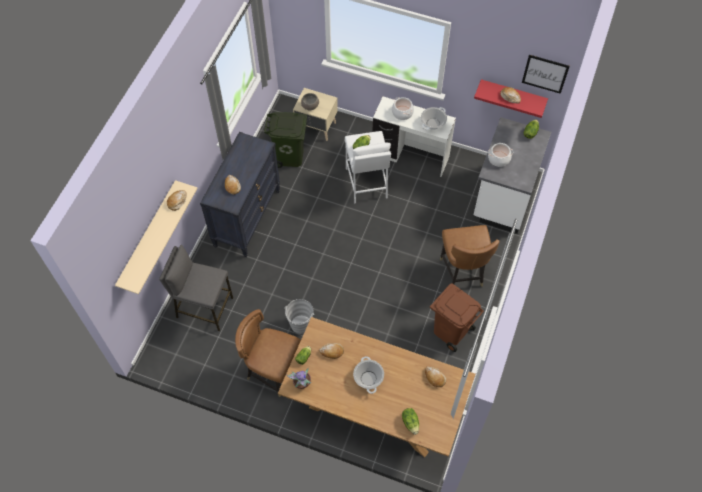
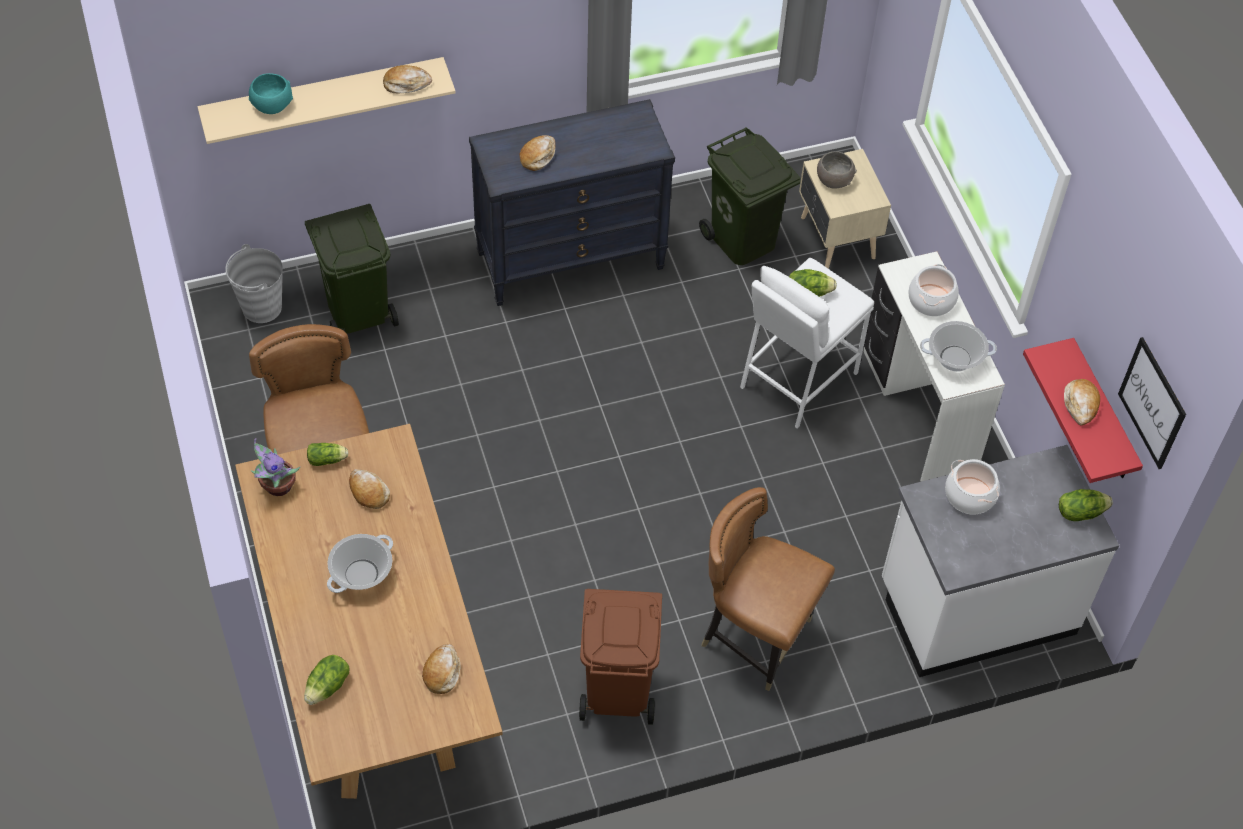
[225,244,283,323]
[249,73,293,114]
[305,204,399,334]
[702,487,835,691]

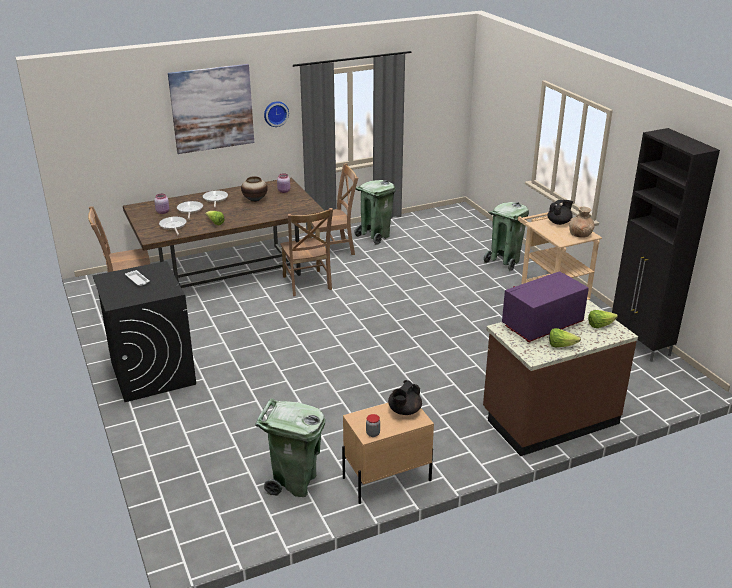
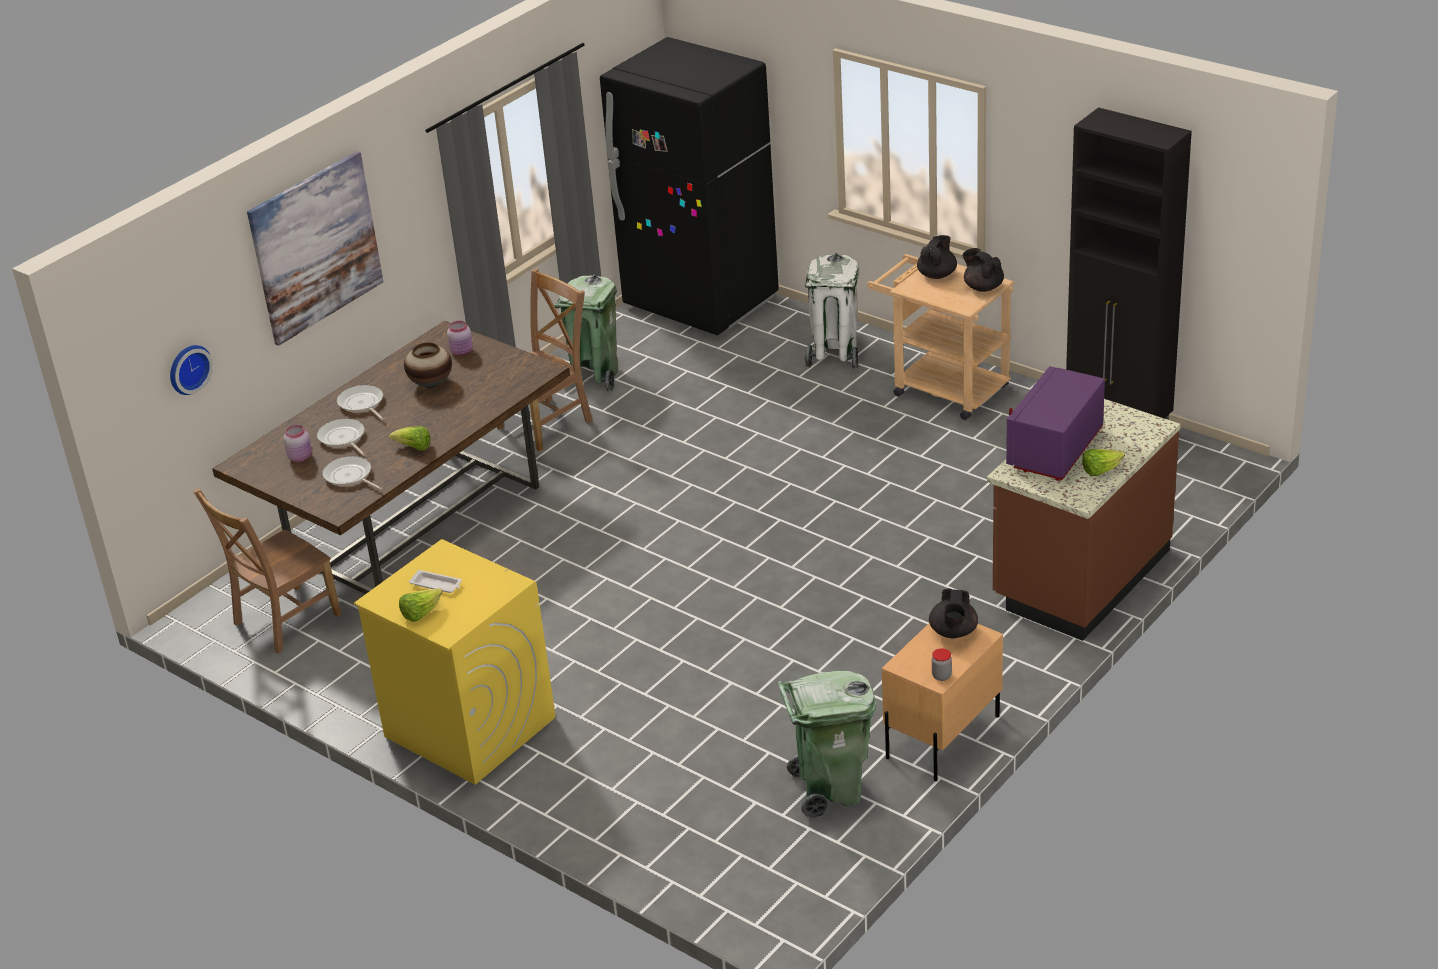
[170,345,213,395]
[354,539,555,785]
[399,588,442,622]
[600,37,779,336]
[805,253,859,370]
[963,248,1004,292]
[280,208,333,296] (first image)

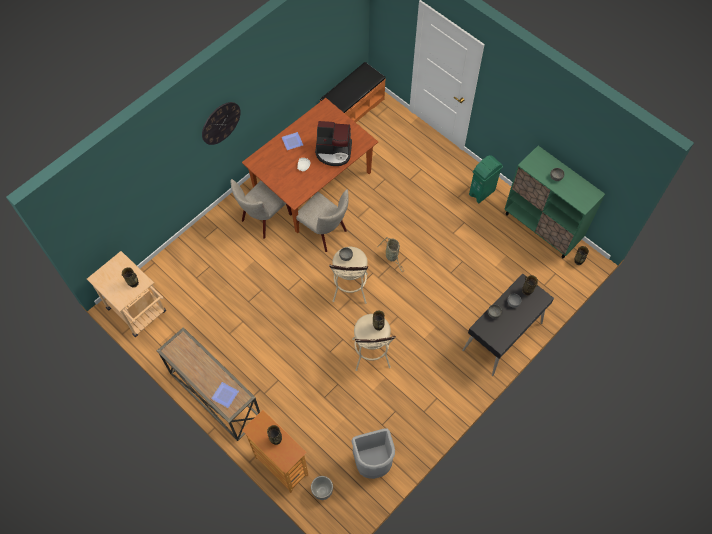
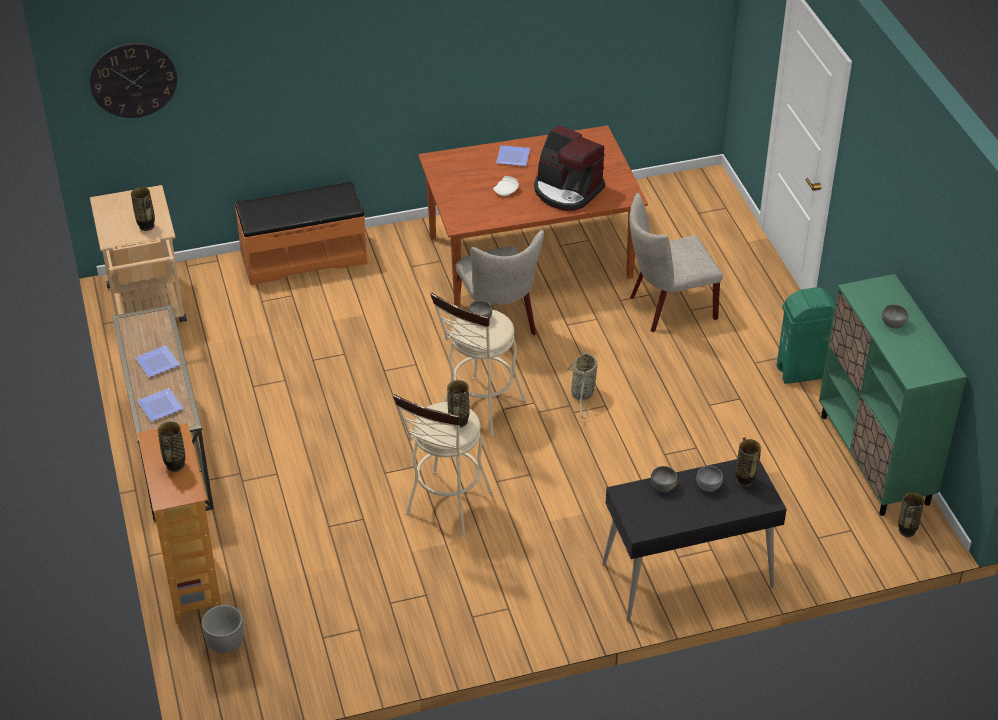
[90,43,177,118]
[135,345,180,377]
[235,182,367,285]
[629,193,723,332]
[351,429,395,479] (first image)

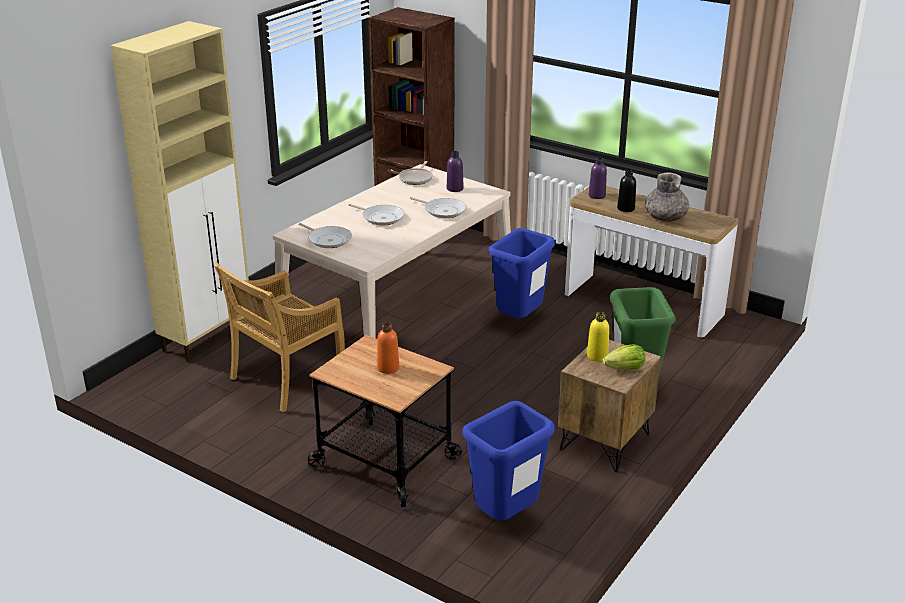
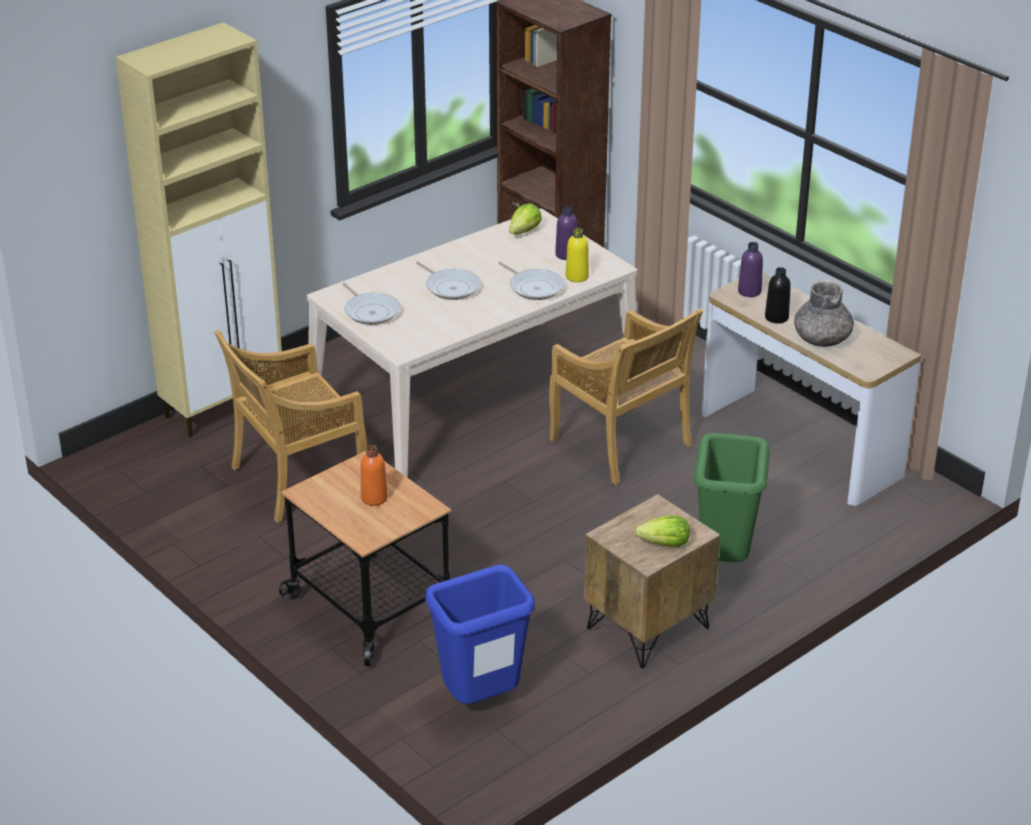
[509,203,542,234]
[549,308,703,485]
[566,228,589,282]

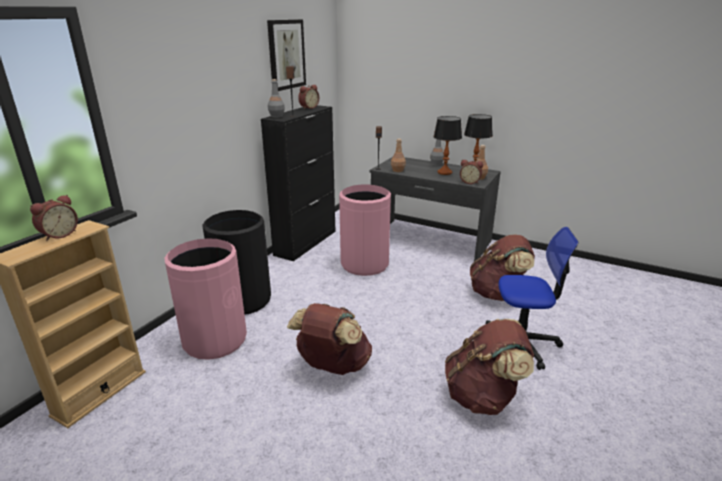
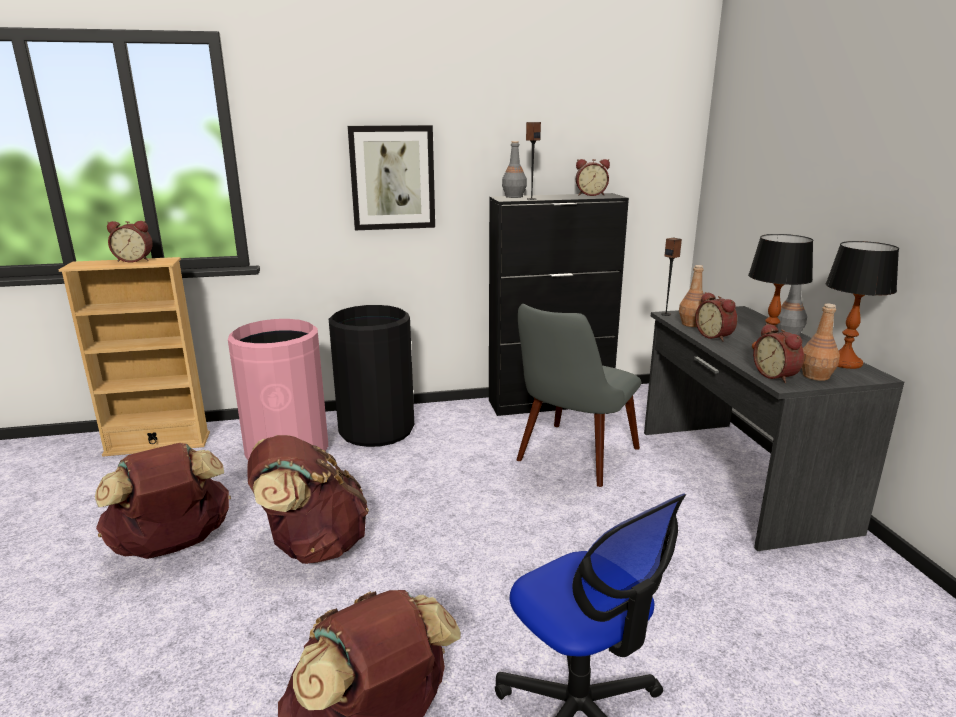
[95,443,231,559]
[348,125,435,230]
[516,304,641,487]
[695,292,737,342]

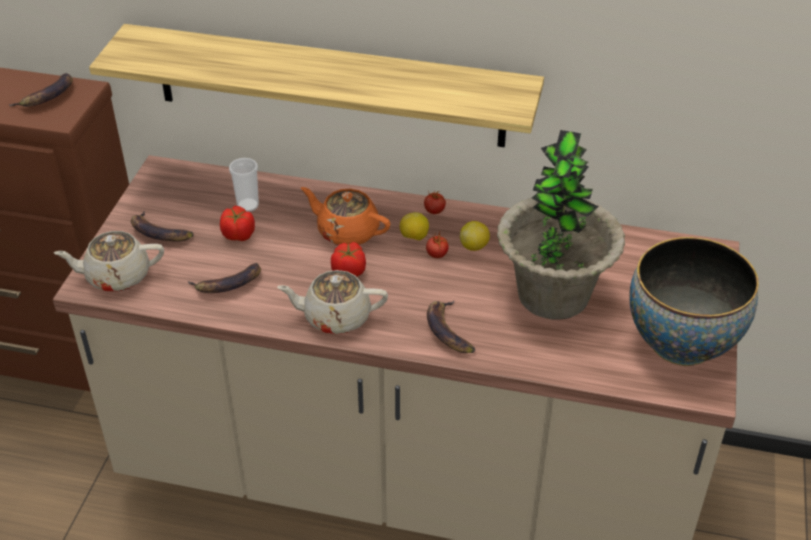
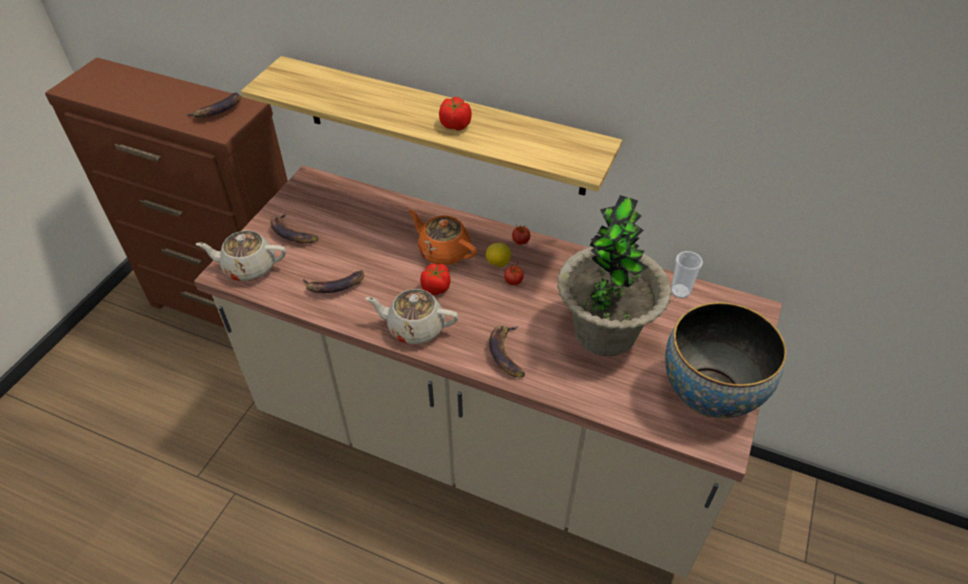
[439,97,472,131]
[671,251,703,299]
[460,221,490,251] (first image)

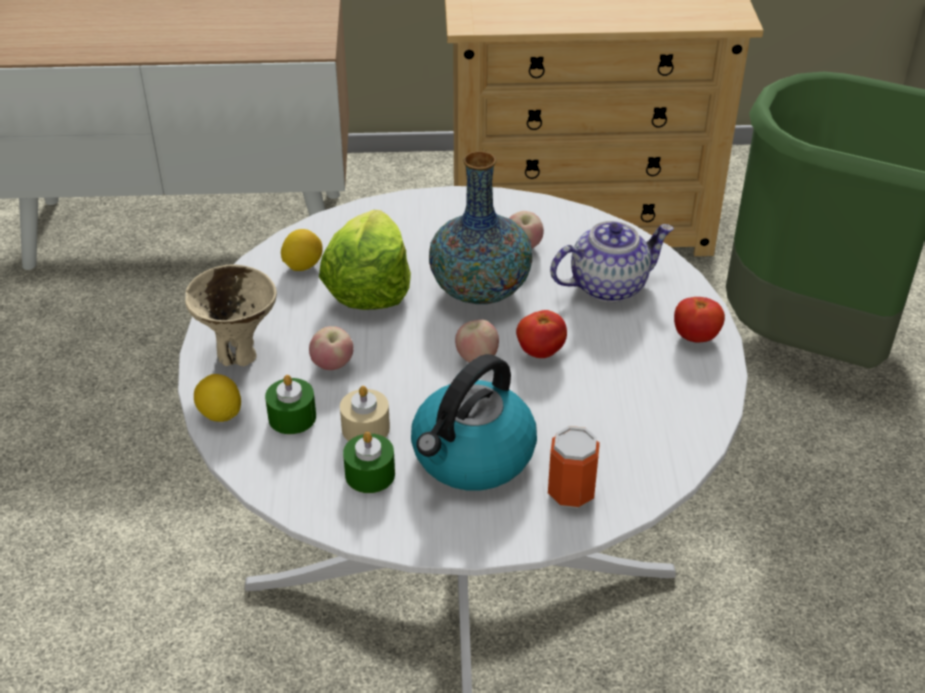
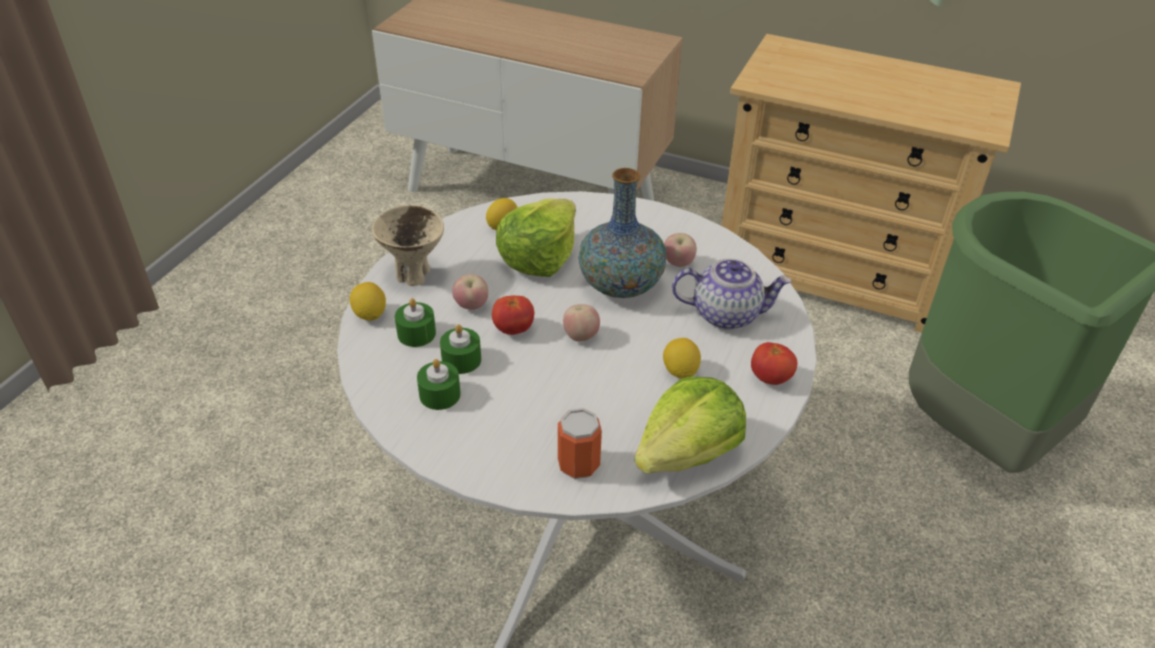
[440,324,481,374]
[492,295,534,335]
[634,376,746,473]
[663,338,701,379]
[411,354,537,491] (first image)

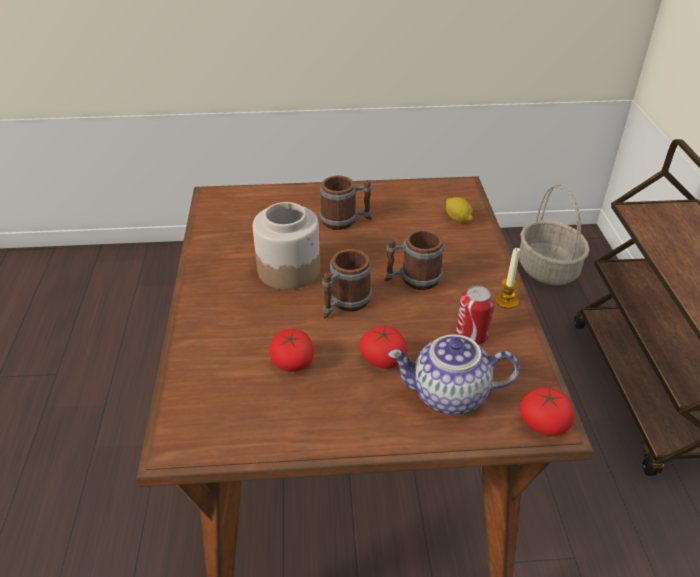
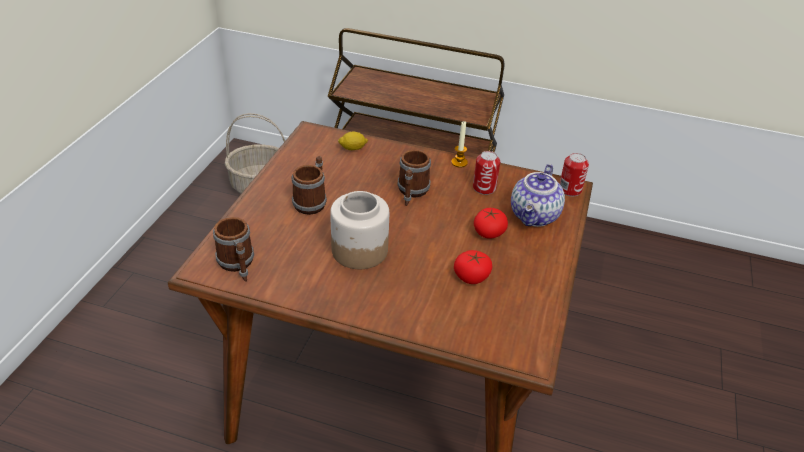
[213,217,254,282]
[559,153,589,196]

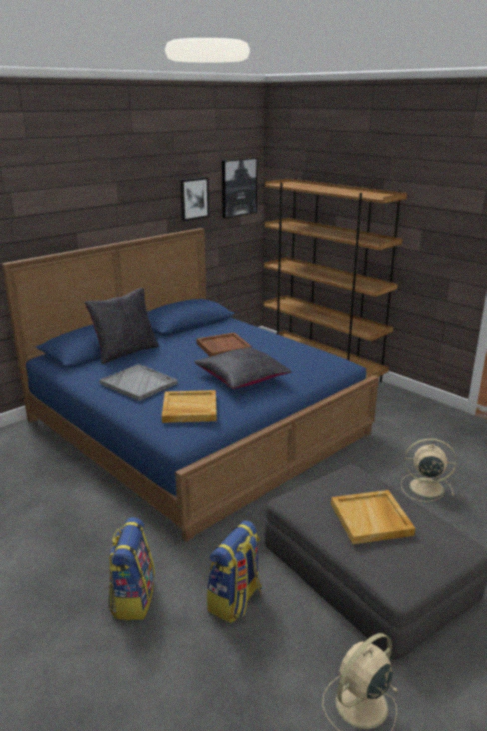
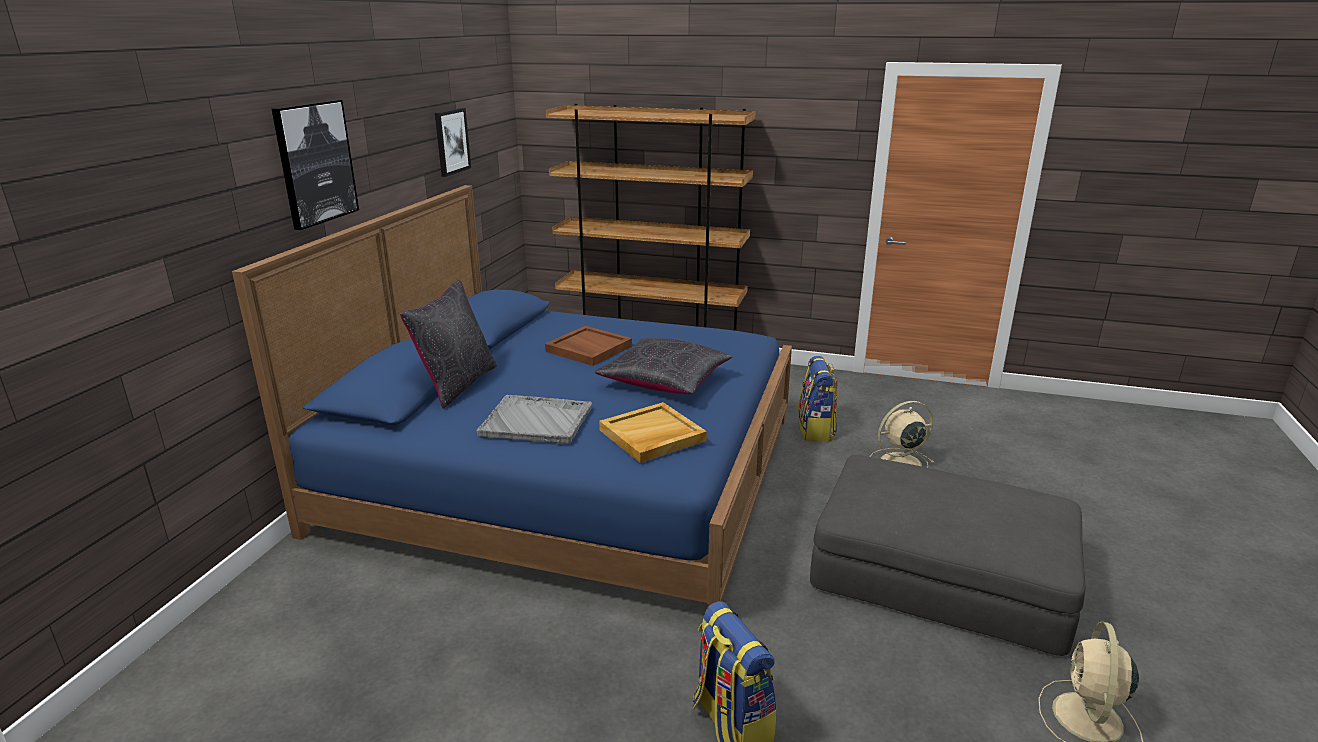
[272,100,359,230]
[798,356,837,441]
[331,490,416,544] (first image)

